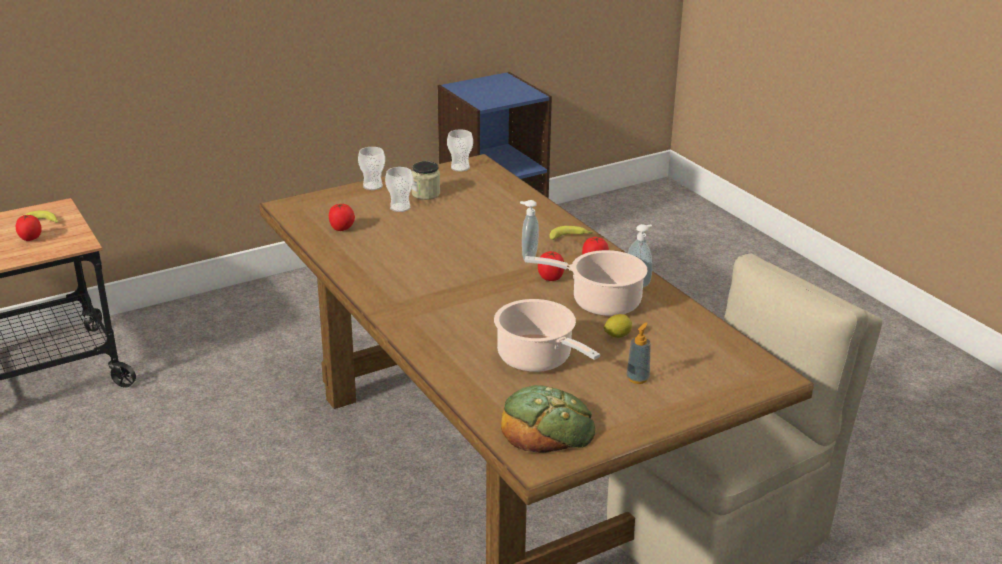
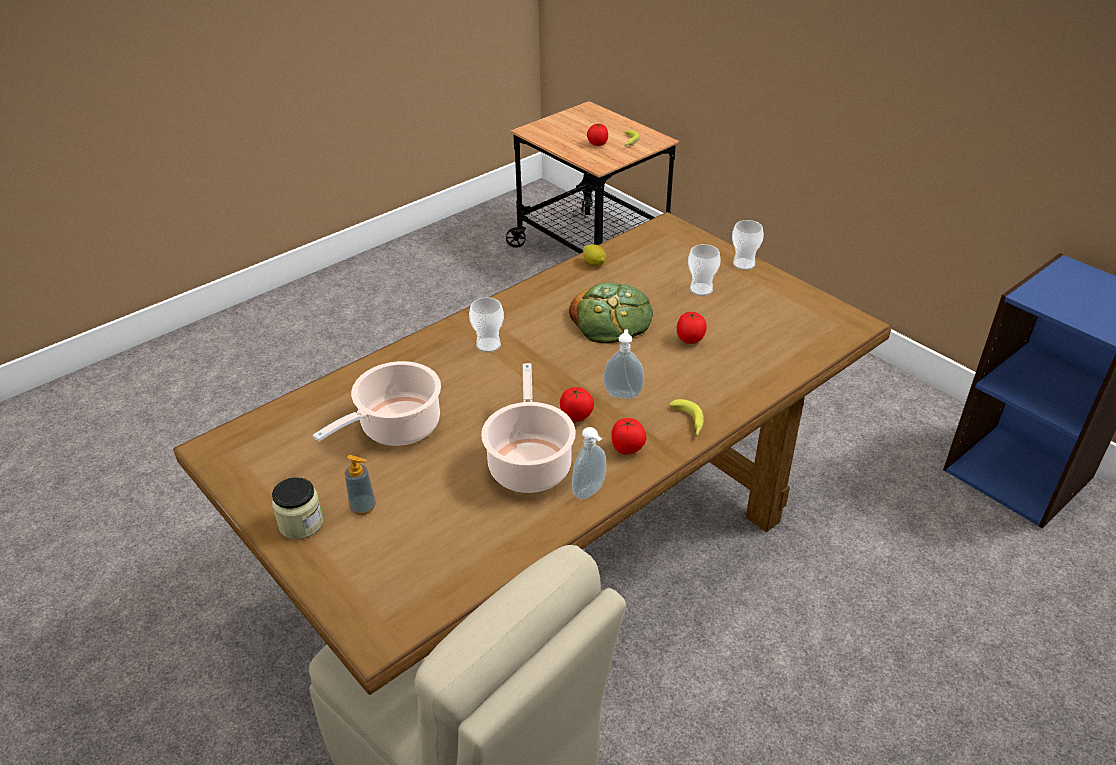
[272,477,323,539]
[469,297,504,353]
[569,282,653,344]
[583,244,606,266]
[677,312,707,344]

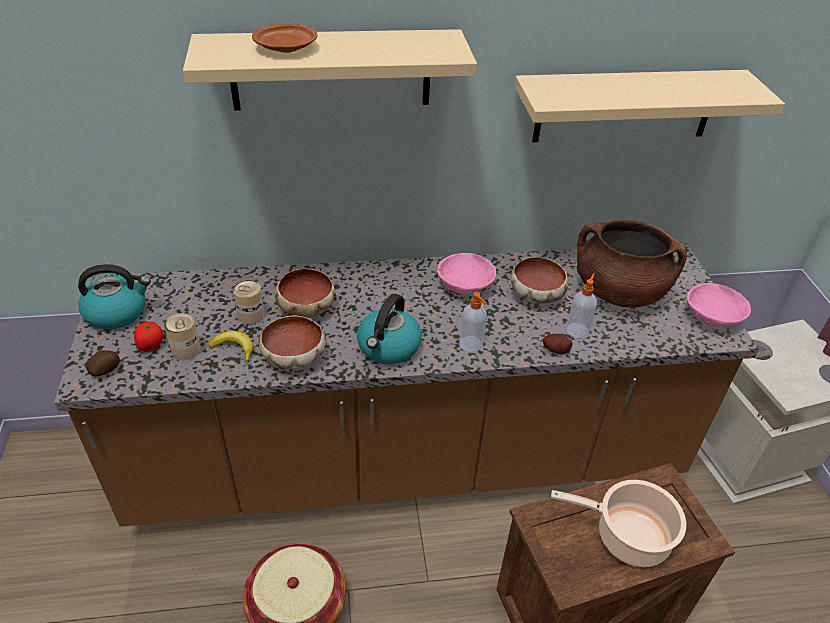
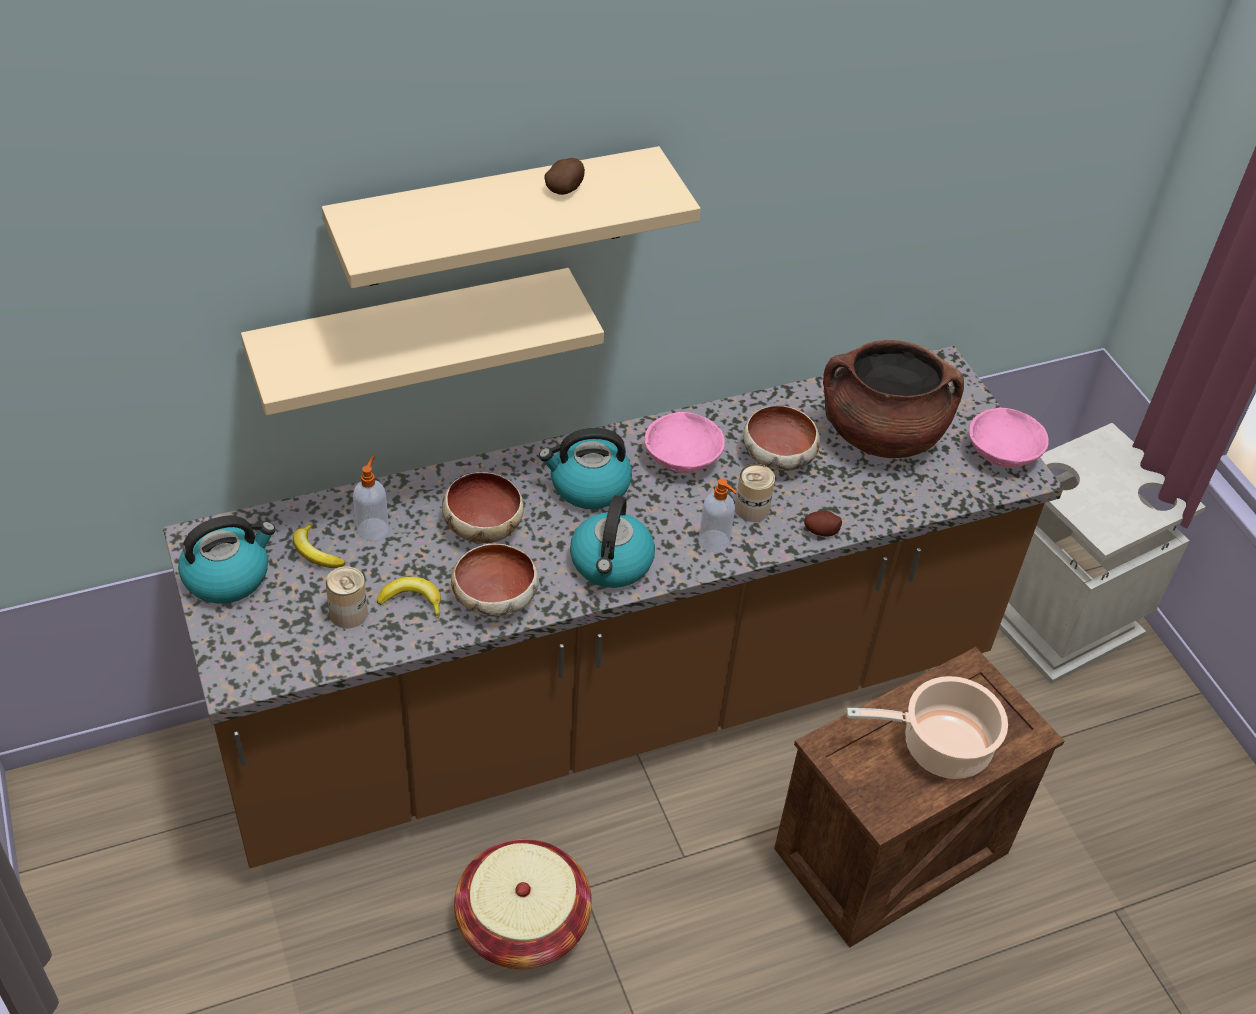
[241,268,604,415]
[293,523,345,568]
[353,456,389,541]
[539,428,632,509]
[544,158,585,195]
[735,464,775,522]
[134,322,164,352] (first image)
[252,23,317,53] (first image)

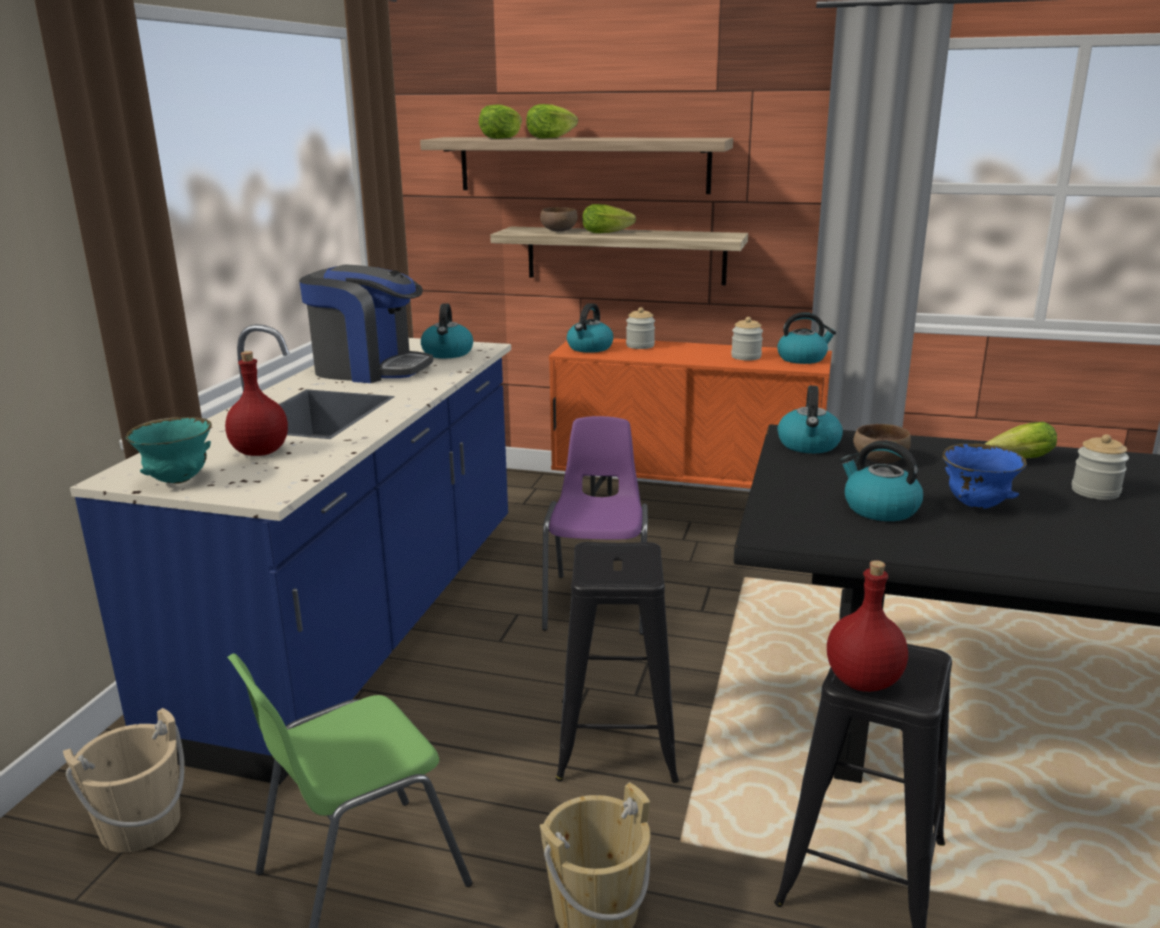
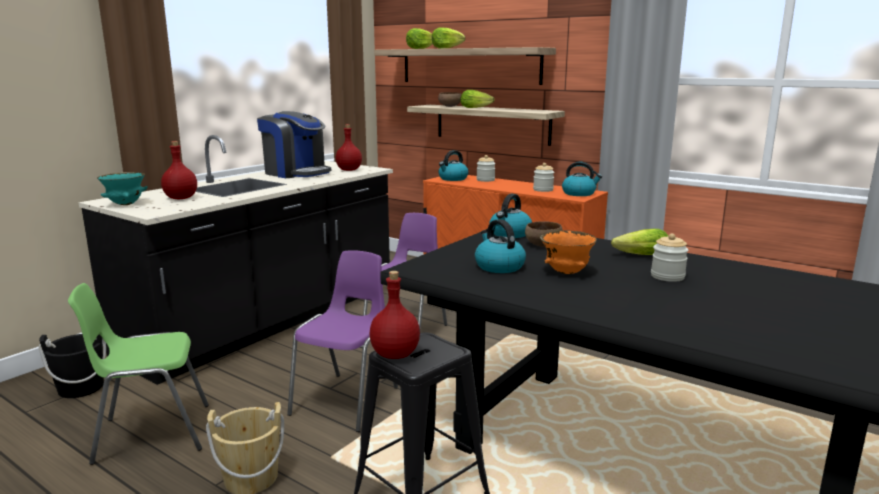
[39,334,106,398]
[79,135,393,385]
[287,250,398,432]
[336,124,362,171]
[540,230,597,274]

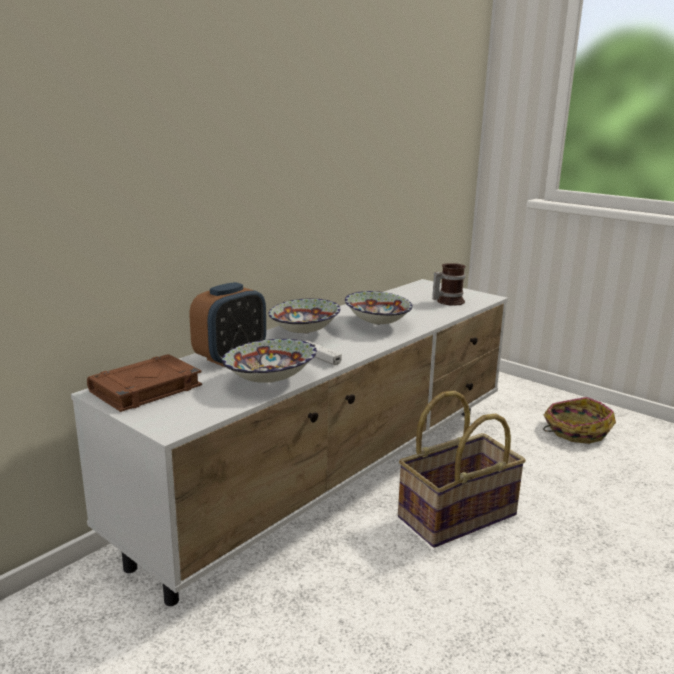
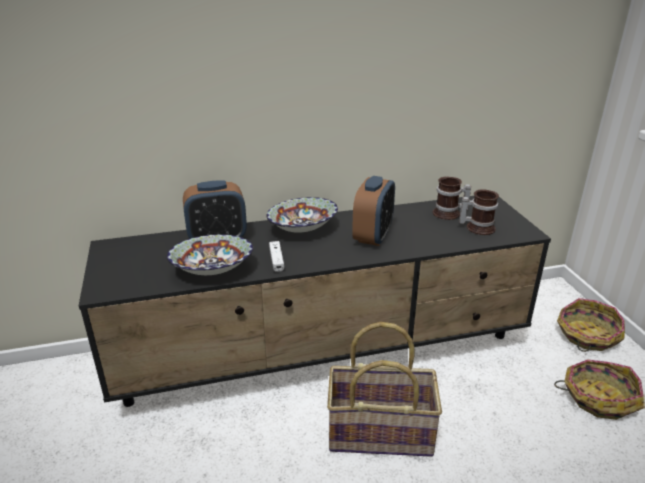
[79,196,551,407]
[352,176,395,246]
[433,177,471,220]
[557,298,625,352]
[87,354,202,412] (first image)

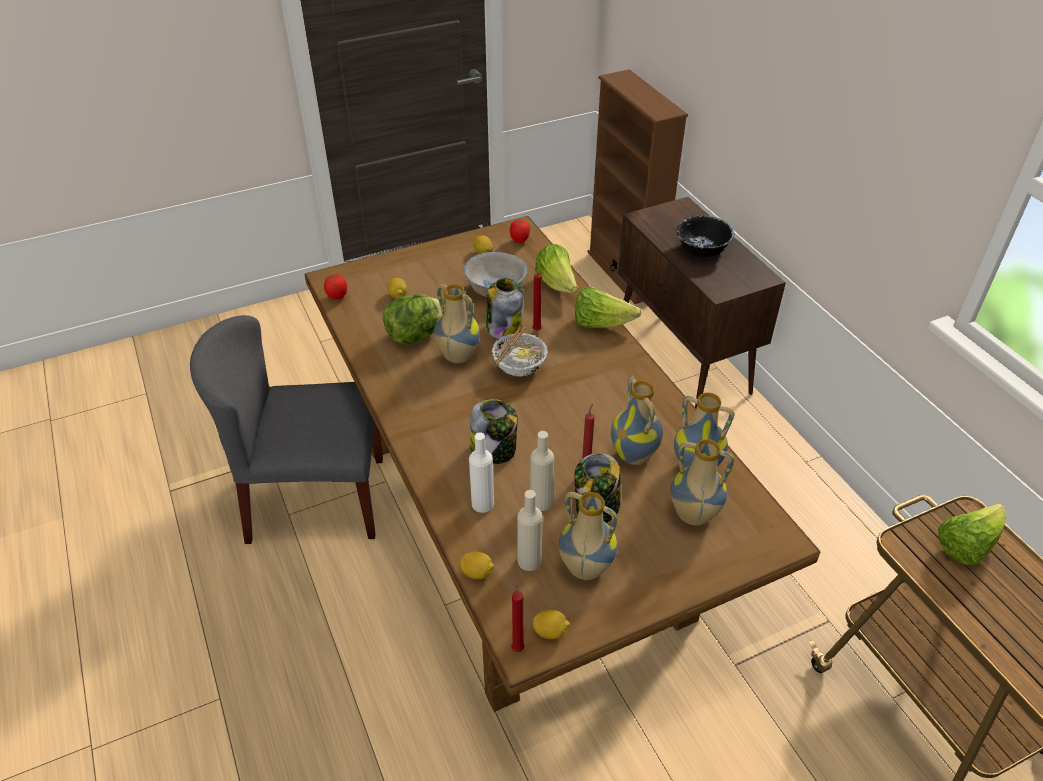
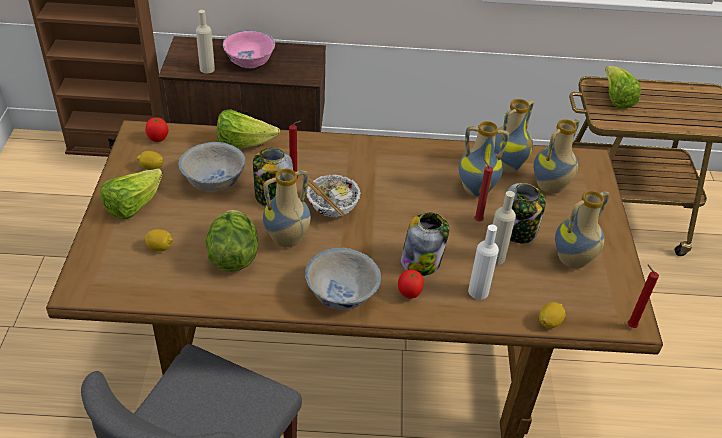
[100,168,163,220]
[196,10,215,73]
[223,30,275,68]
[305,248,381,310]
[398,270,424,299]
[532,610,570,639] (first image)

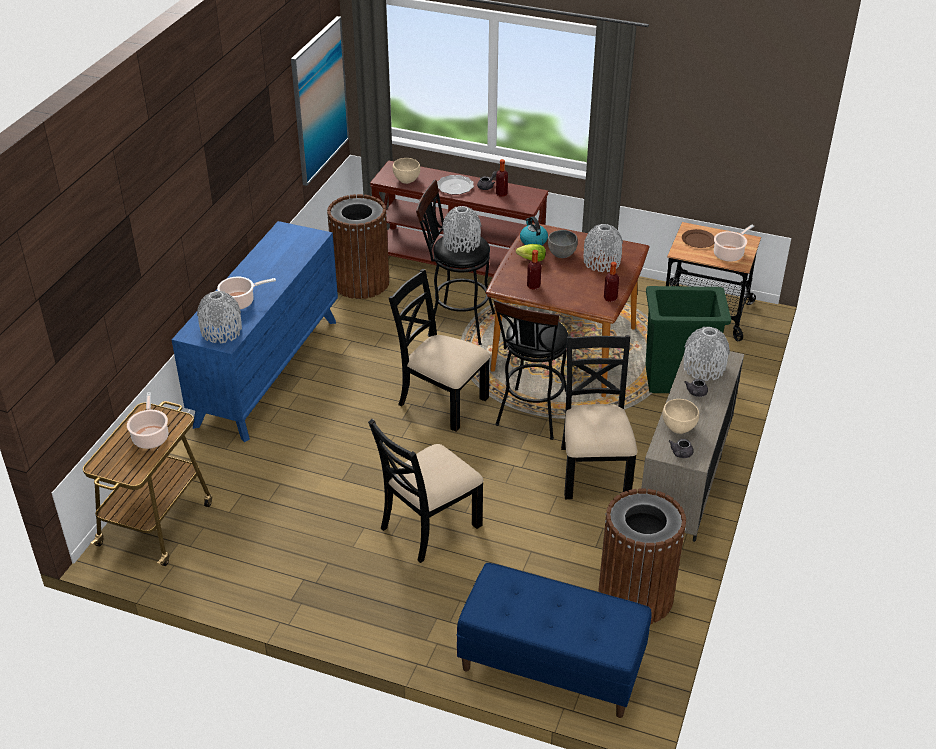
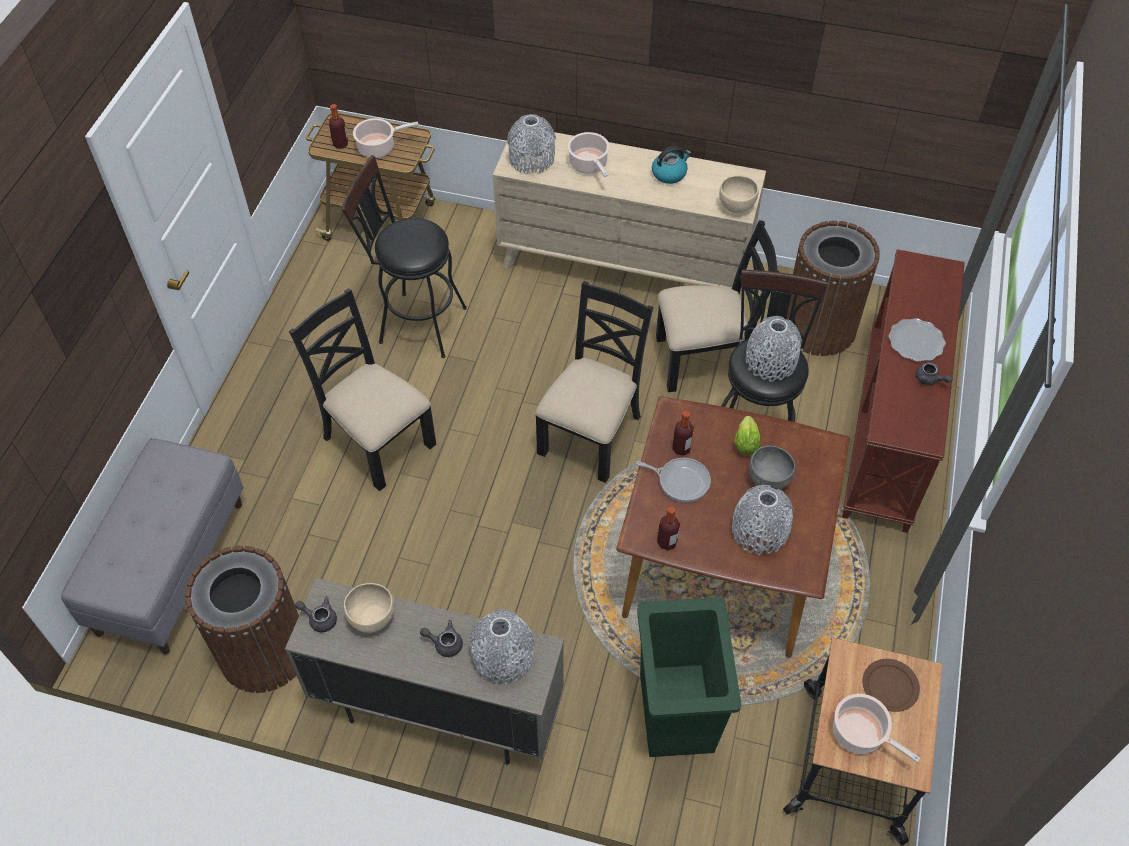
[61,438,244,654]
[329,104,348,149]
[342,155,467,358]
[493,132,766,294]
[636,458,711,502]
[652,146,691,184]
[656,220,779,392]
[719,175,759,213]
[291,16,349,186] (first image)

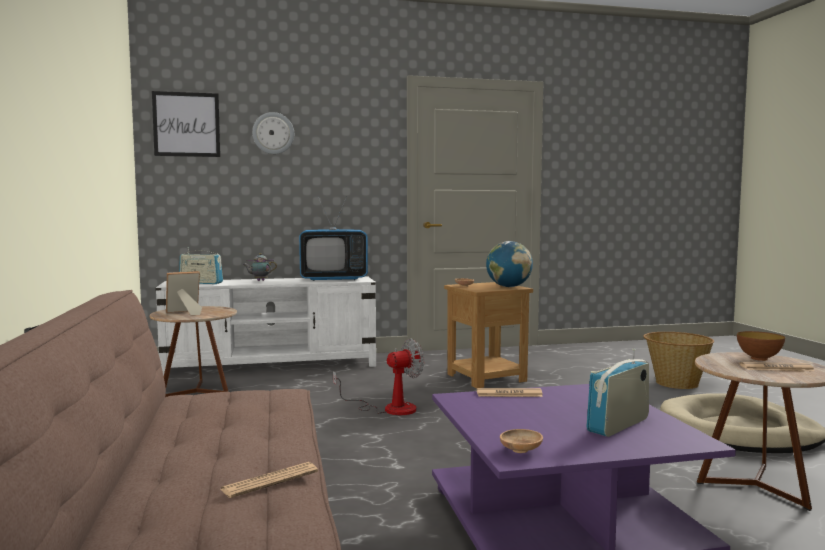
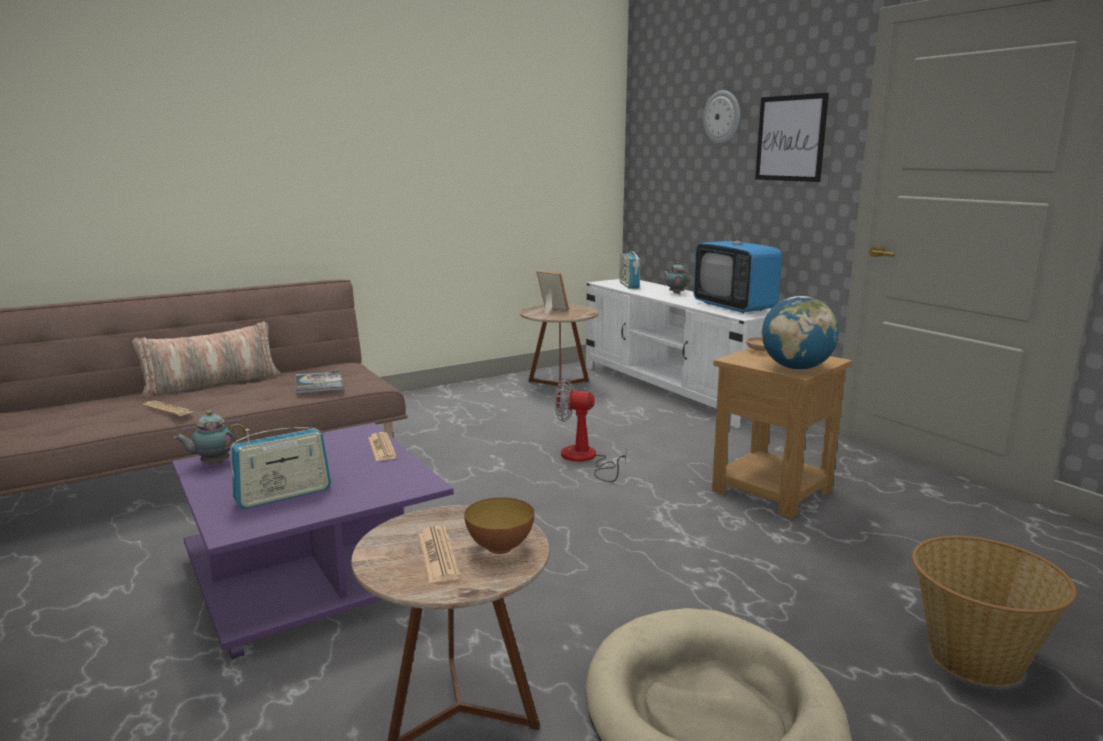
[132,321,281,399]
[174,410,246,464]
[230,427,331,509]
[295,371,344,394]
[555,378,627,482]
[755,93,829,182]

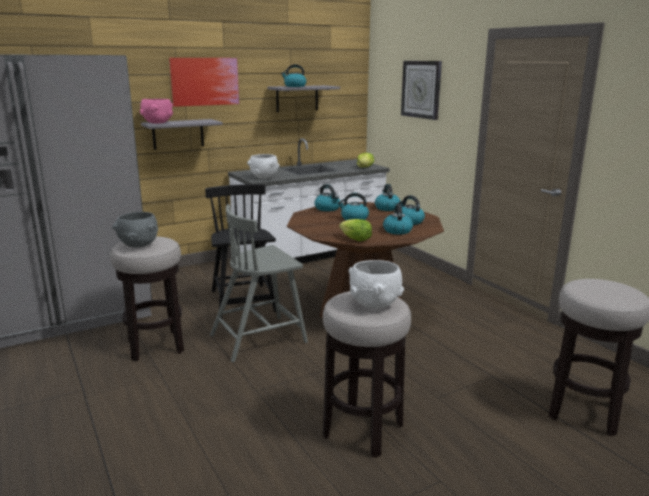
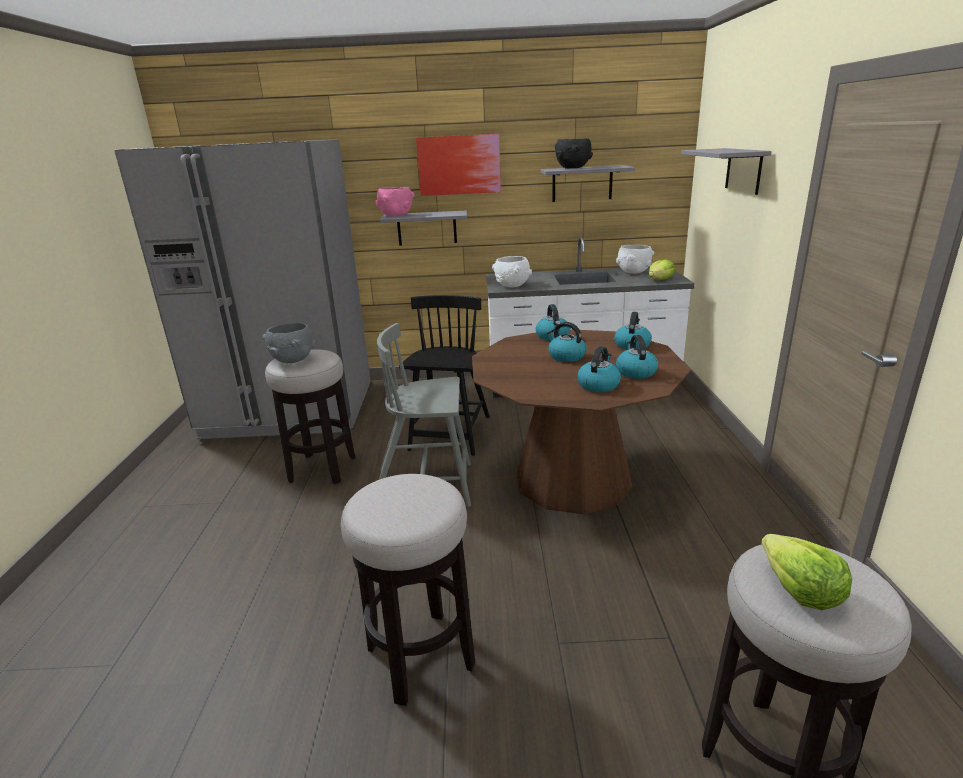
[554,138,593,168]
[616,245,654,273]
[681,148,771,195]
[761,534,852,610]

